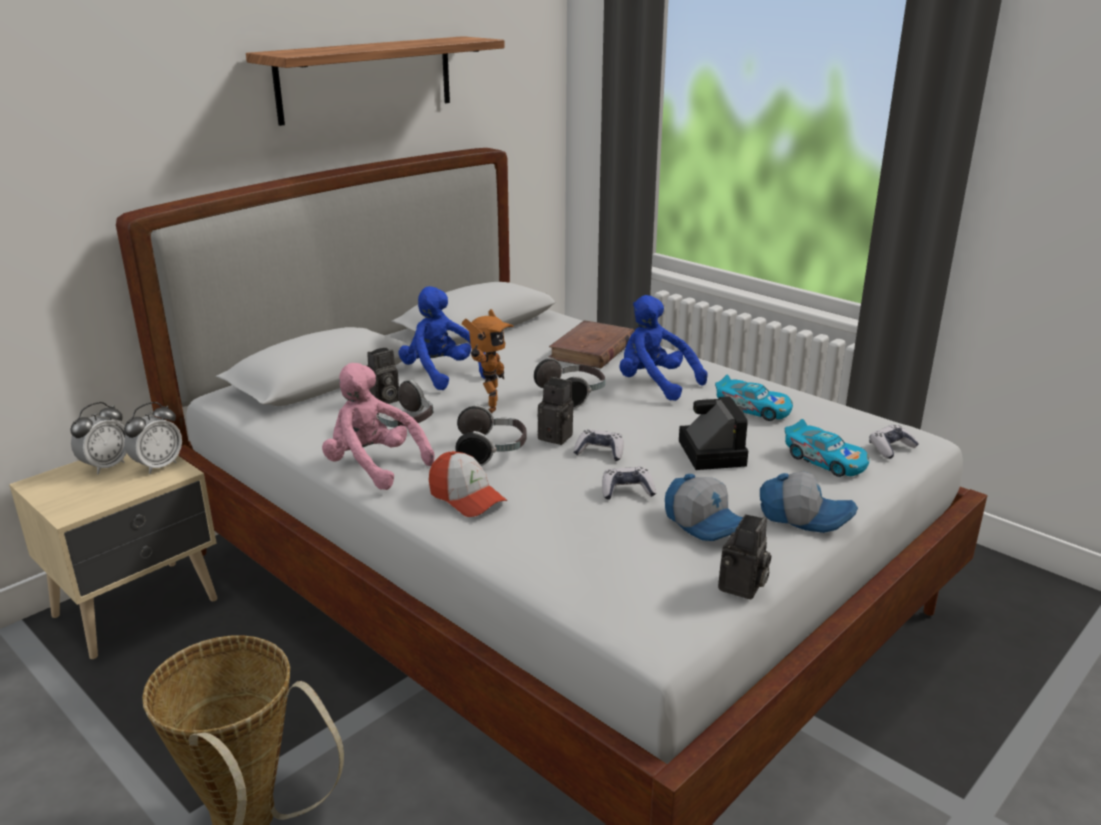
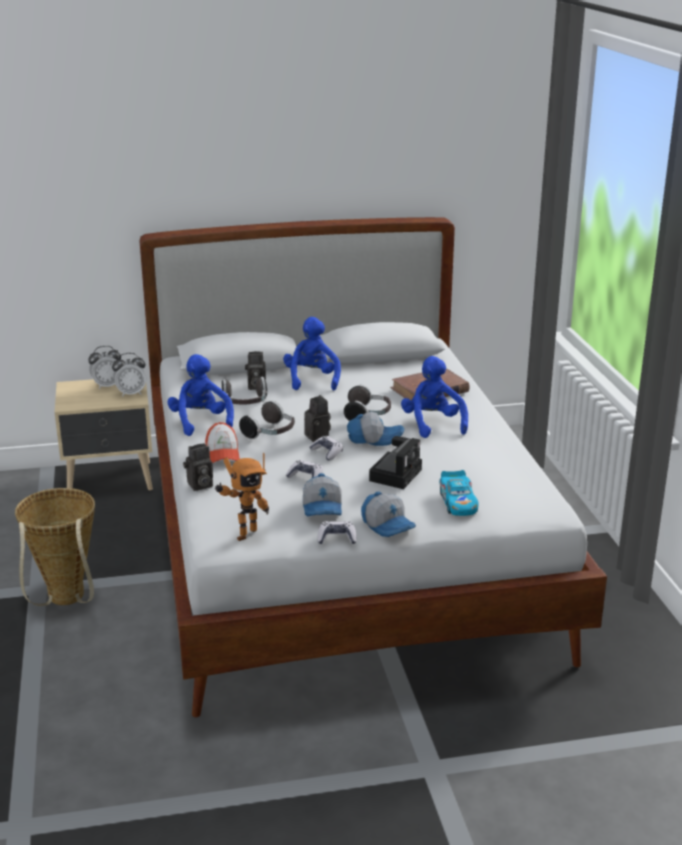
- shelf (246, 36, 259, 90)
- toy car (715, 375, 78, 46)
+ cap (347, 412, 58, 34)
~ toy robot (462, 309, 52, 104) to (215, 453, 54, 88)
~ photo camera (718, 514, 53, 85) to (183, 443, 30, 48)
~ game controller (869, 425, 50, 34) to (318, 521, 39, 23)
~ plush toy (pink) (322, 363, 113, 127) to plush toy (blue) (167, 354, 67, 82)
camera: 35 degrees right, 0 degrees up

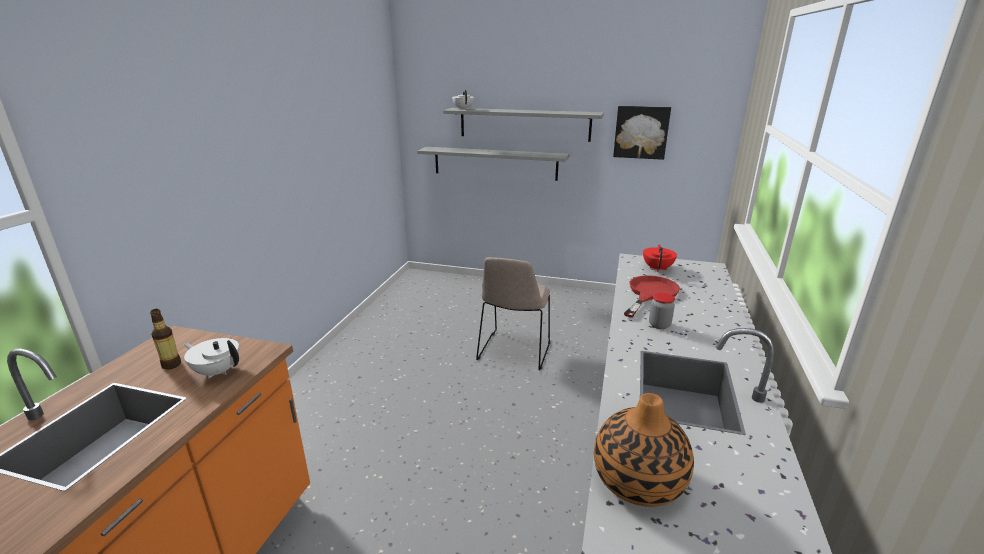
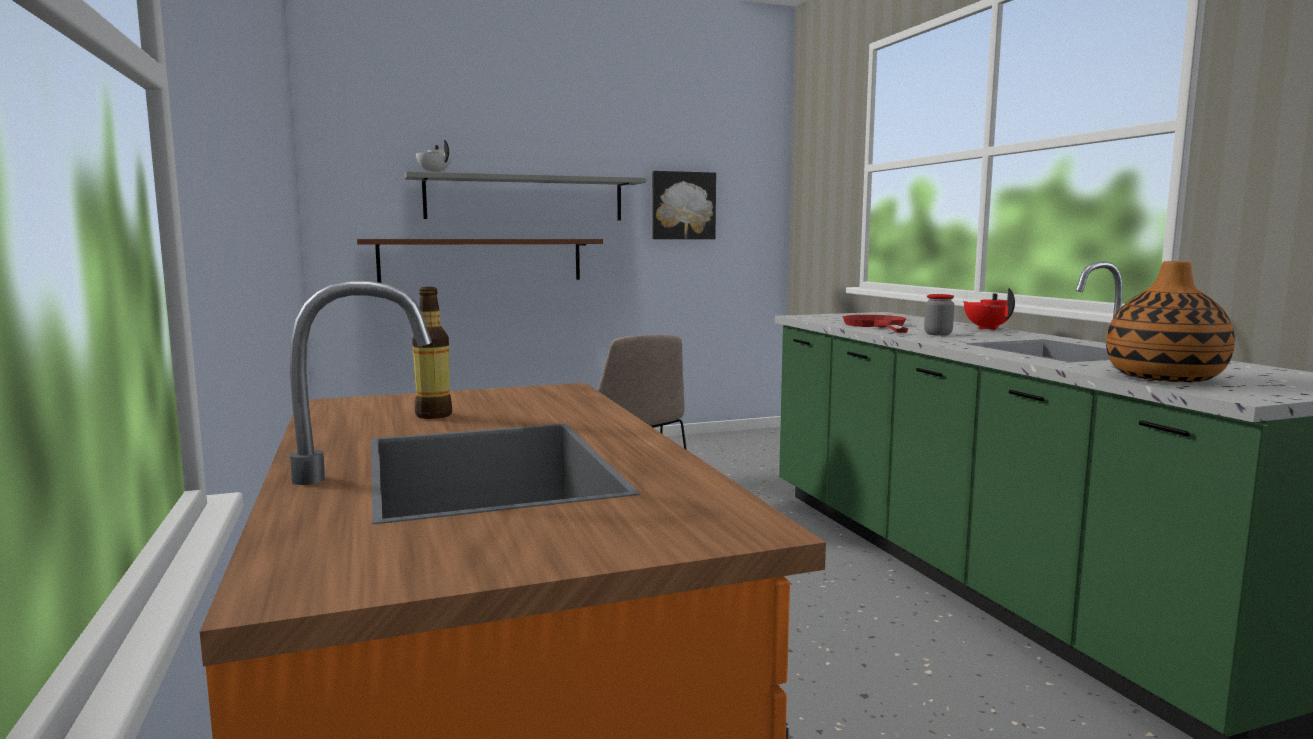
- teapot (white) (184, 338, 55, 40)
~ teapot (red) (643, 245, 34, 27) to (963, 288, 52, 42)
~ shelf (grey) (417, 147, 152, 34) to shelf (brown) (357, 239, 246, 44)
camera: 35 degrees left, 15 degrees down

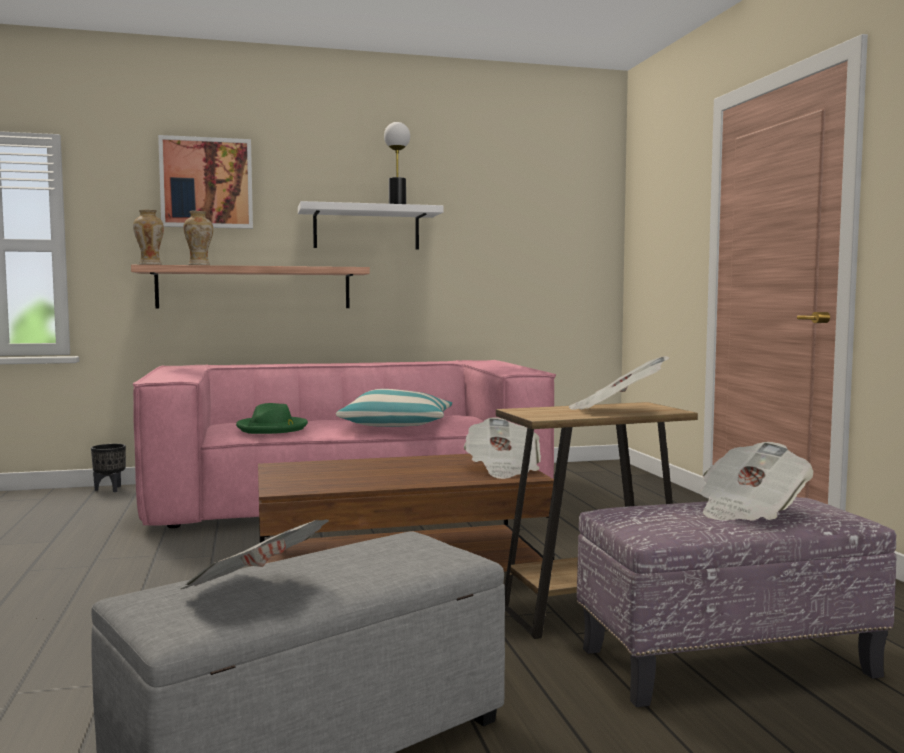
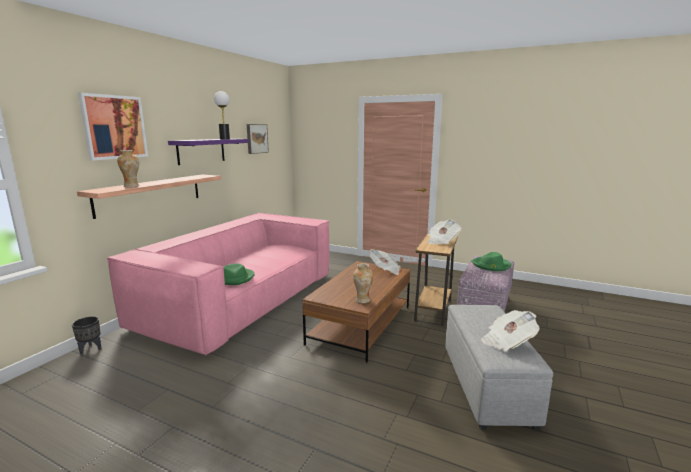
- pillow (336, 389, 116, 38)
+ picture (247, 124, 22, 30)
~ vase (133, 210, 31, 55) to (353, 263, 20, 40)
~ newspaper (700, 442, 114, 79) to hat (green) (471, 252, 40, 19)
~ shelf (white) (298, 201, 146, 49) to shelf (purple) (168, 139, 80, 26)
camera: 50 degrees left, 10 degrees up

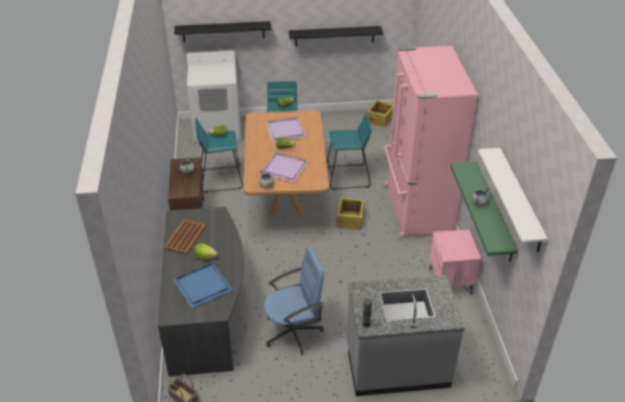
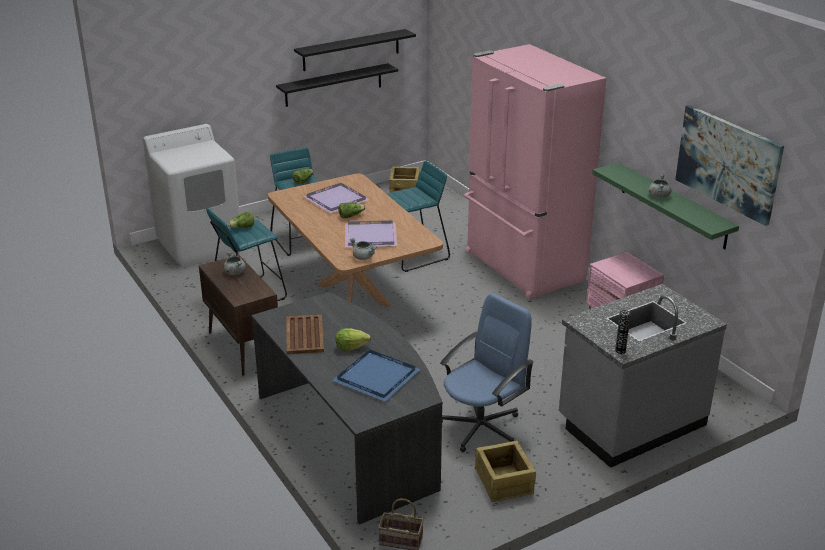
~ shelf (black) (174, 21, 97, 21) to (294, 29, 122, 42)
~ crate (336, 197, 29, 33) to (475, 440, 61, 62)
~ shelf (white) (478, 148, 70, 104) to picture (675, 105, 109, 121)
camera: 25 degrees left, 10 degrees down

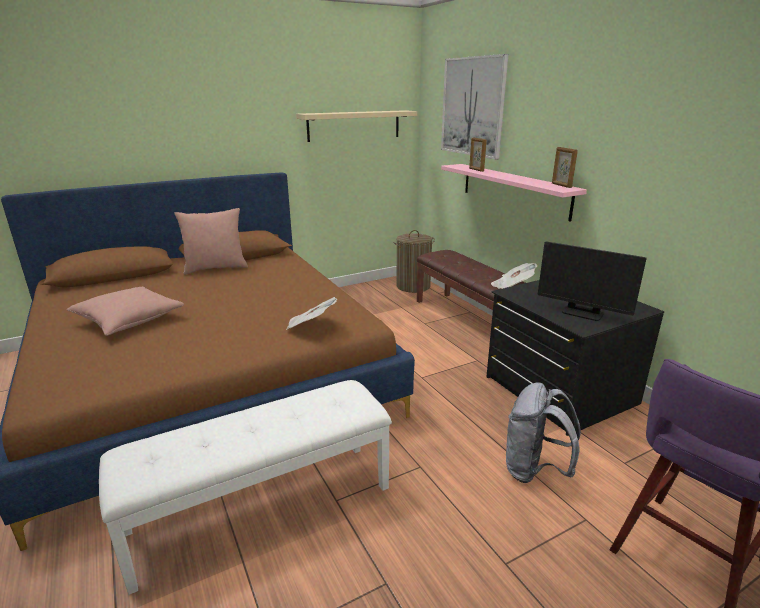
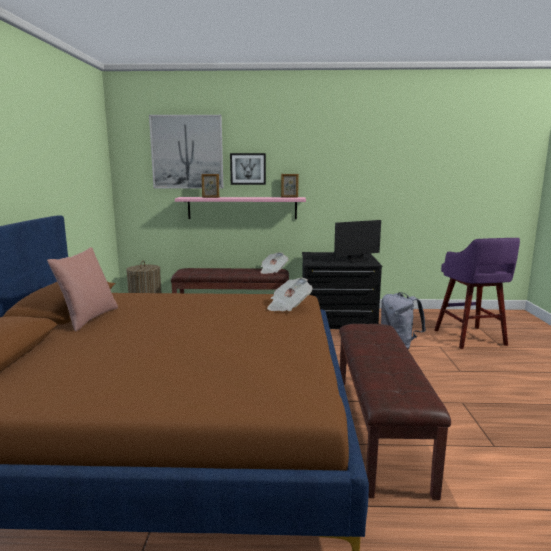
- pillow (pink) (67, 287, 117, 49)
- shelf (beige) (296, 110, 121, 32)
+ picture (230, 153, 36, 32)
~ bench (white) (99, 380, 293, 215) to bench (brown) (339, 324, 112, 176)
camera: 60 degrees left, 10 degrees down

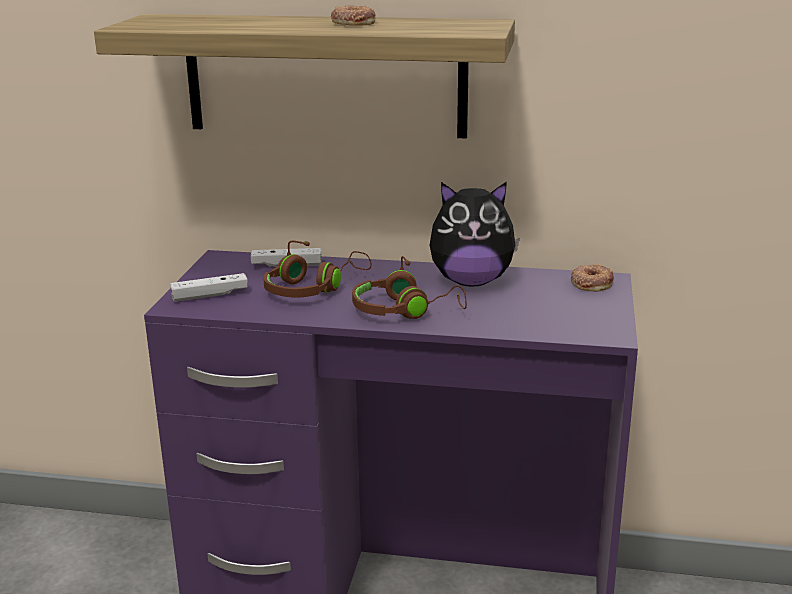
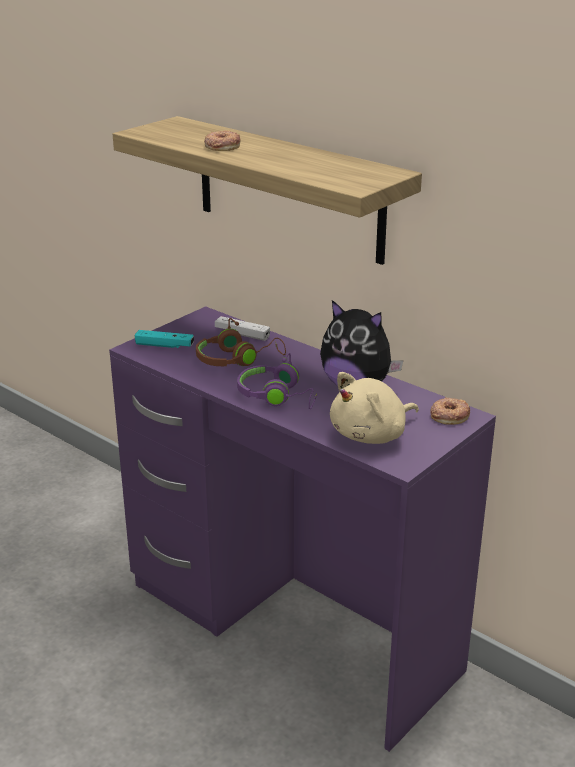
+ plush toy (beige) (330, 372, 89, 72)
~ donut (331, 5, 44, 21) to (204, 130, 37, 21)
~ game controller (white) (170, 273, 78, 29) to game controller (turquoise) (135, 330, 59, 18)
~ headphones (brown) (352, 256, 115, 63) to headphones (purple) (237, 353, 80, 56)
camera: 30 degrees right, 5 degrees up

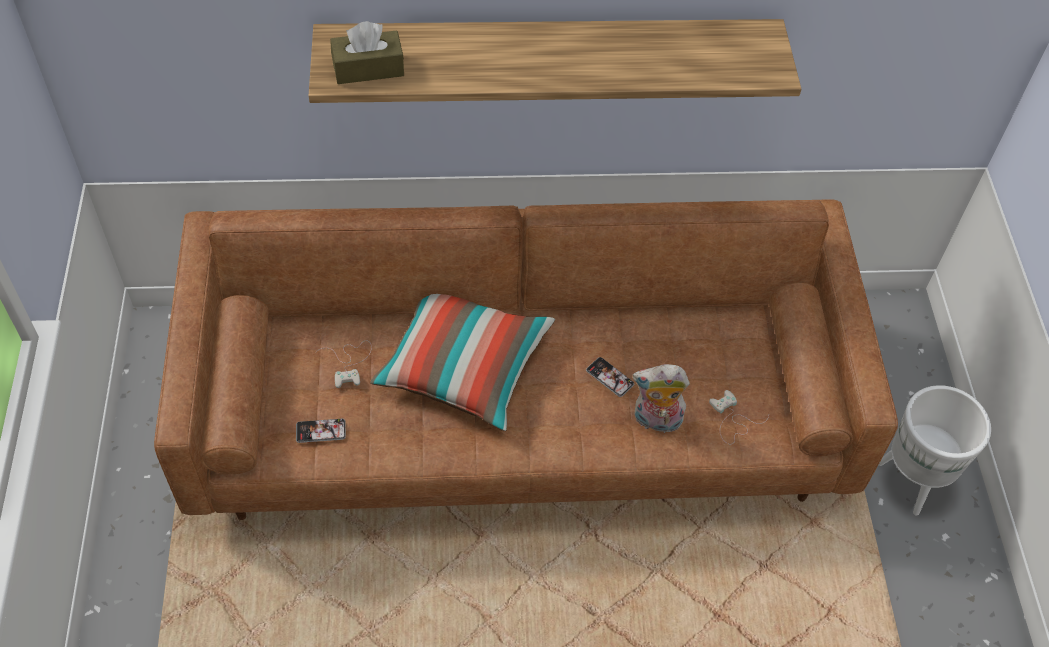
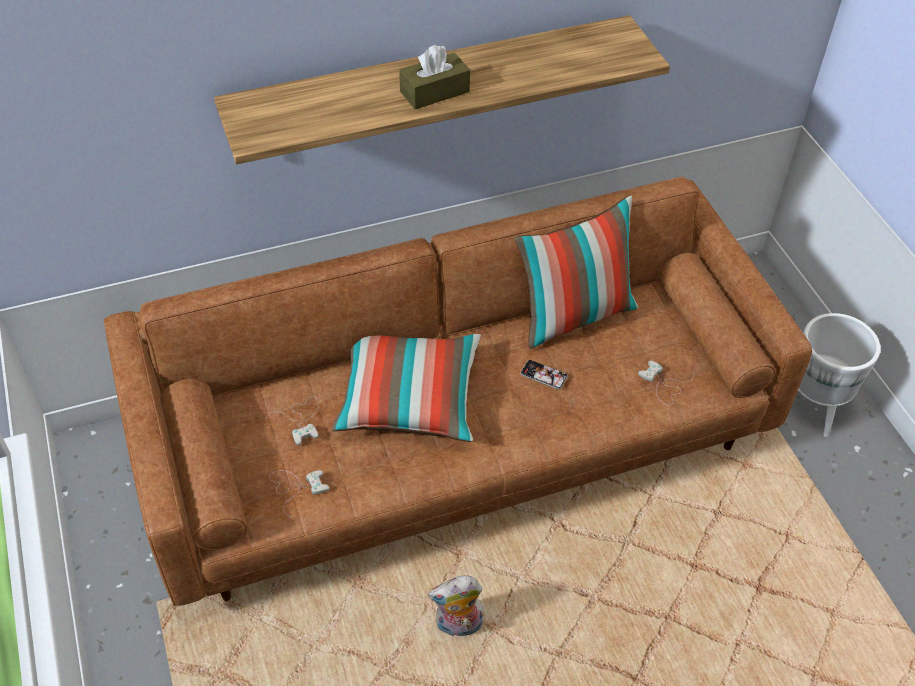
+ pillow (515, 195, 123, 154)
~ tissue box (brown) (330, 21, 74, 63) to (399, 45, 71, 64)
~ plush toy (633, 364, 57, 69) to (428, 575, 56, 61)
~ phone (296, 419, 50, 24) to game controller (white) (269, 470, 60, 48)
camera: 15 degrees left, 5 degrees down

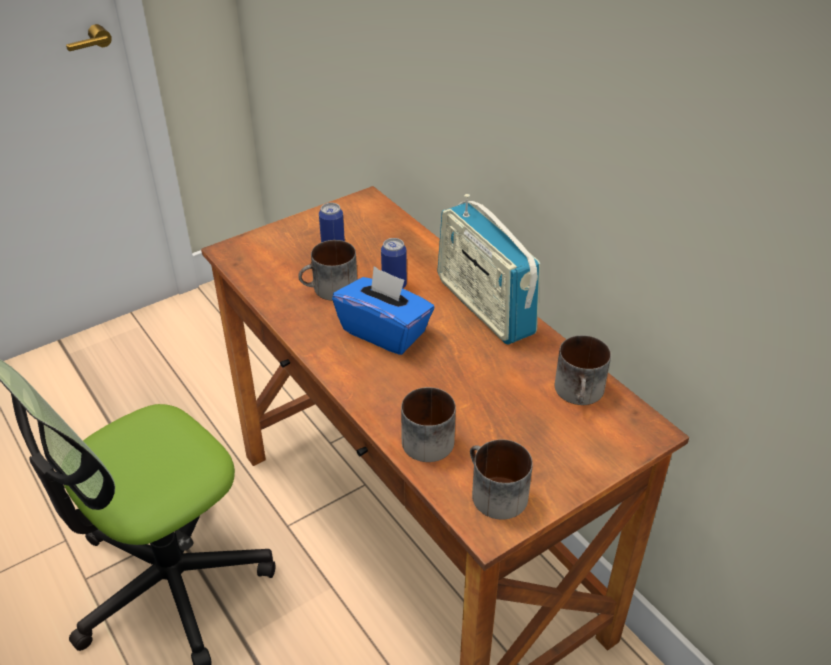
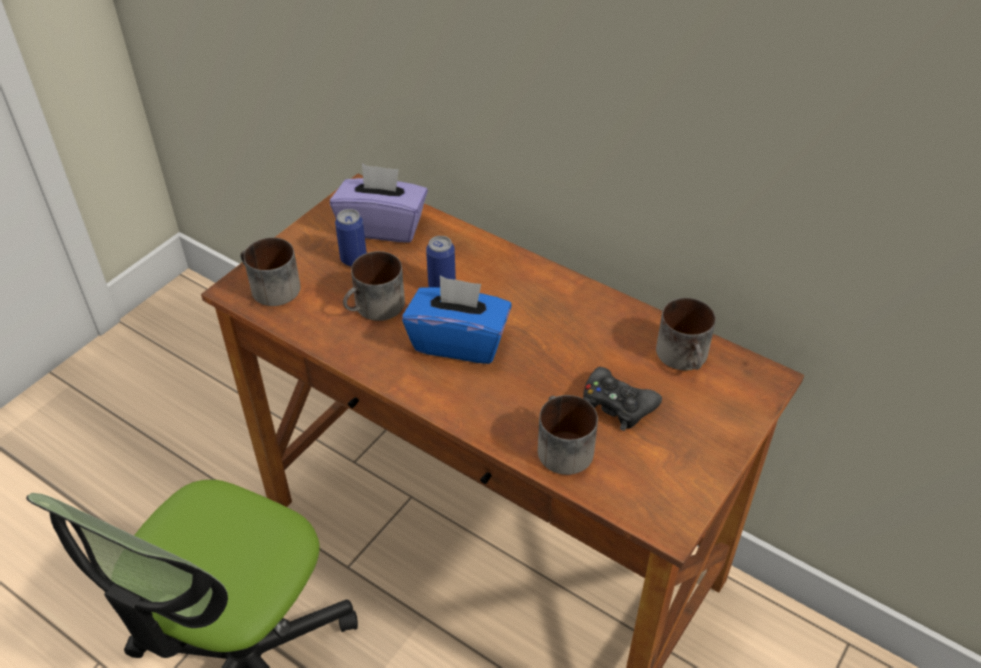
- radio (437, 194, 103, 151)
+ tissue box (purple) (330, 164, 98, 79)
+ game controller (black) (583, 367, 79, 64)
~ mug (470, 439, 63, 81) to (240, 238, 60, 68)
camera: 20 degrees left, 5 degrees up

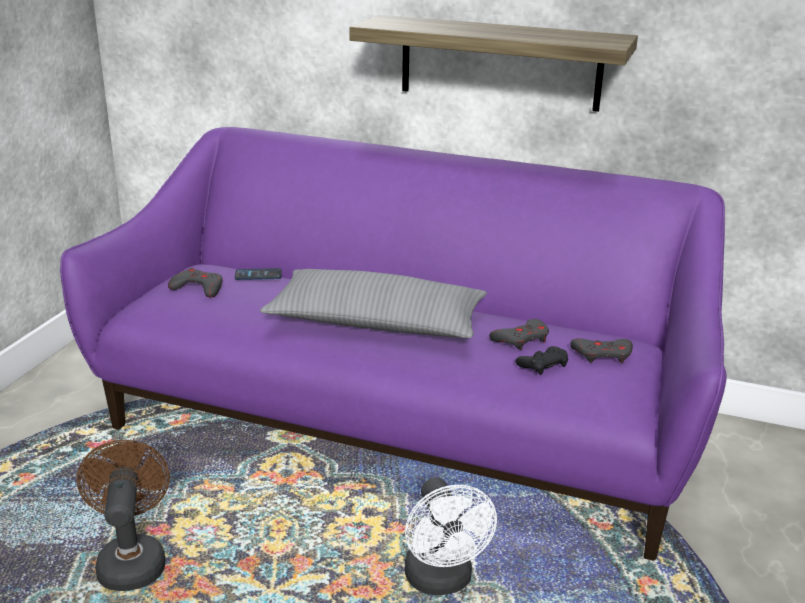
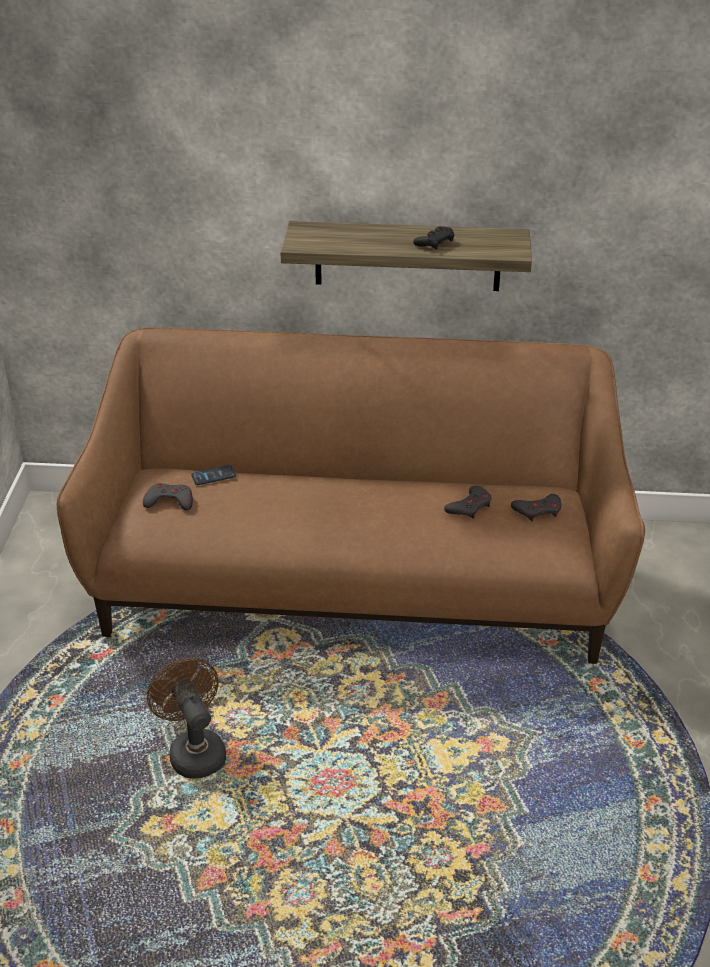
- pillow (grey) (260, 269, 227, 69)
- fan (white) (405, 478, 92, 117)
~ game controller (black) (516, 346, 52, 29) to (413, 226, 41, 24)
~ sofa (purple) (60, 127, 667, 433) to sofa (brown) (57, 328, 588, 336)
camera: 15 degrees left, 10 degrees up

